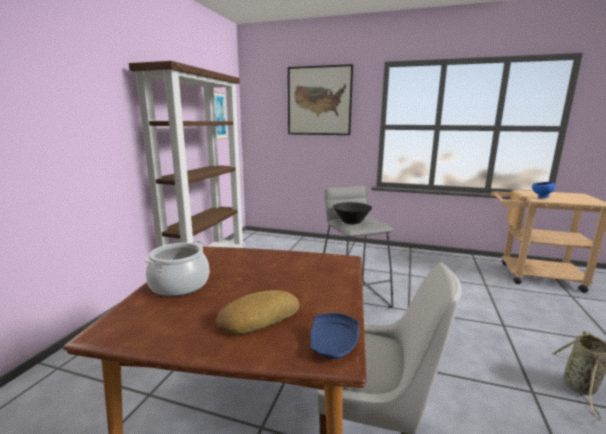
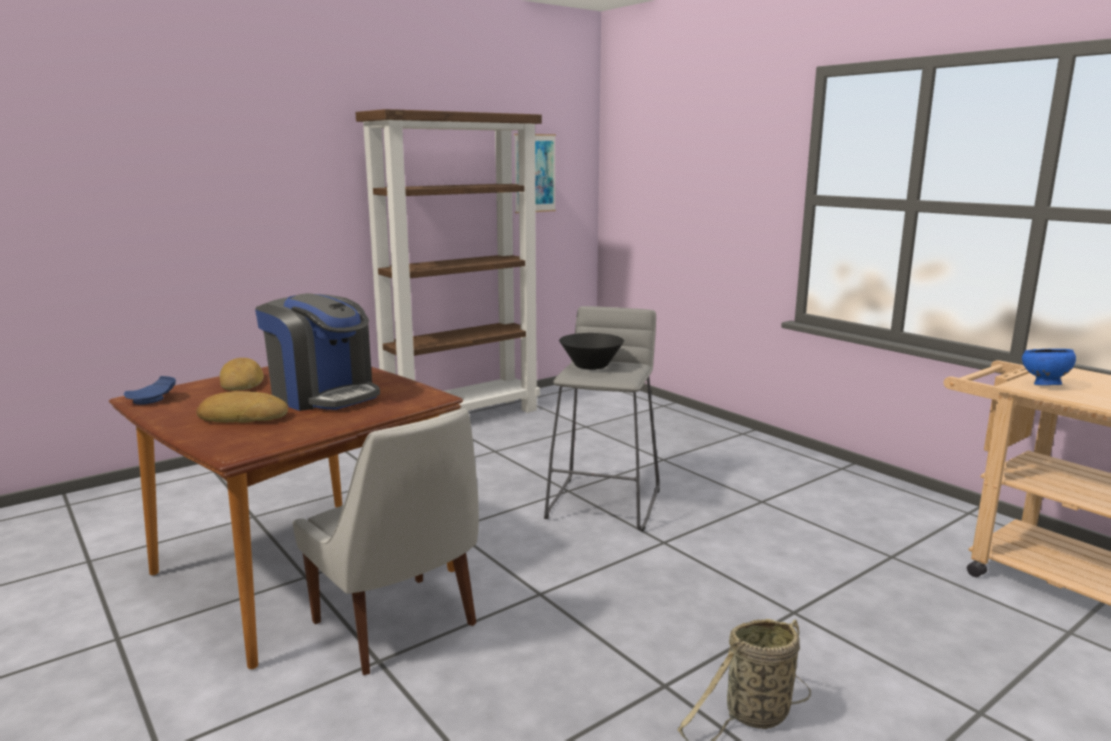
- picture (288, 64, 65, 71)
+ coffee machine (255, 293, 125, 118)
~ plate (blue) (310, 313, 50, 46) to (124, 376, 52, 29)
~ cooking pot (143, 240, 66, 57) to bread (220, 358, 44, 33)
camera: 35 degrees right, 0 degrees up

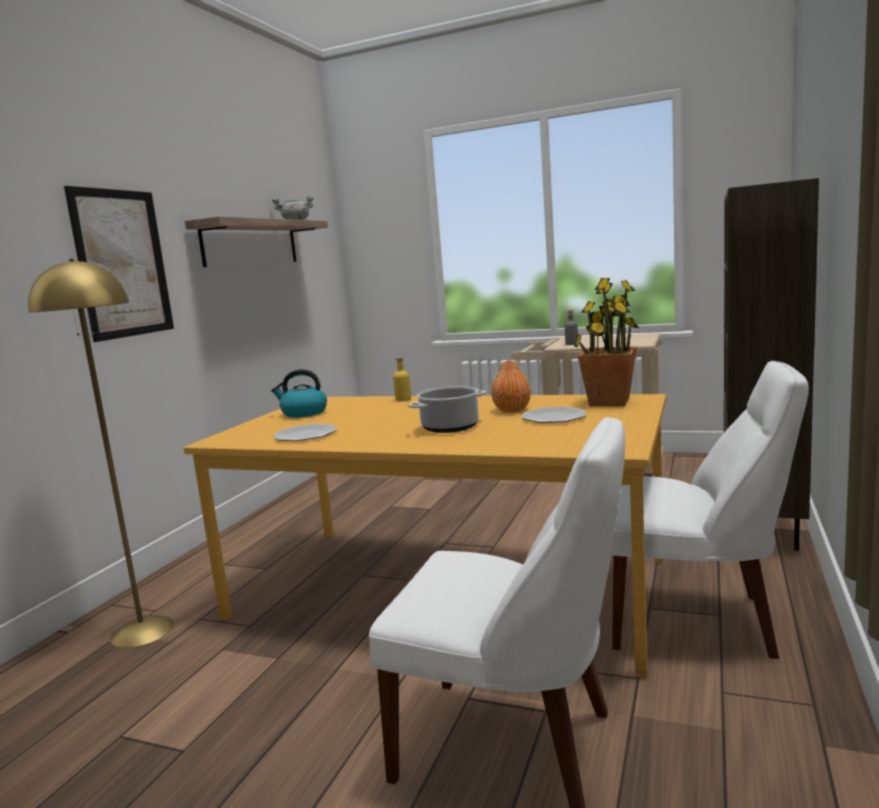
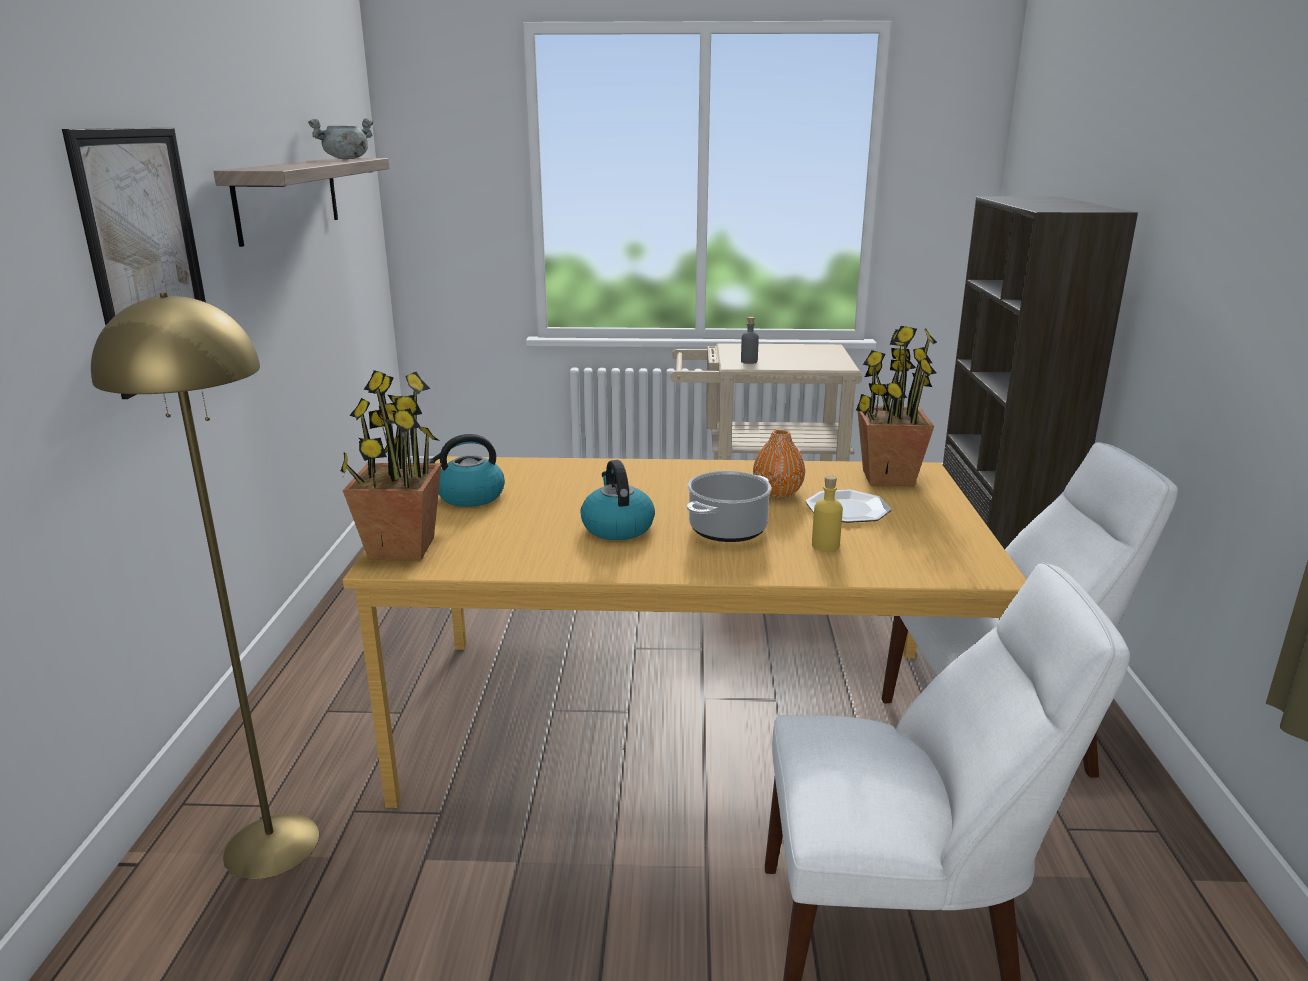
- plate (273, 424, 64, 17)
+ potted plant (341, 370, 101, 190)
+ kettle (581, 460, 74, 80)
~ bottle (yellow) (393, 357, 18, 45) to (812, 475, 31, 77)
camera: 20 degrees left, 10 degrees up

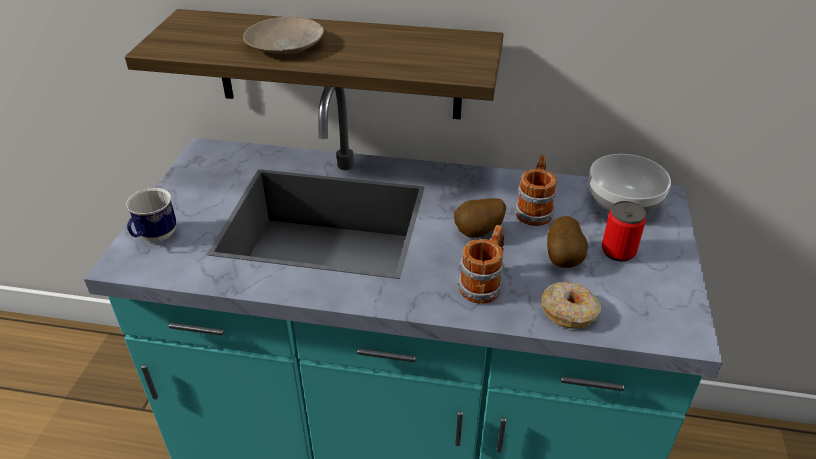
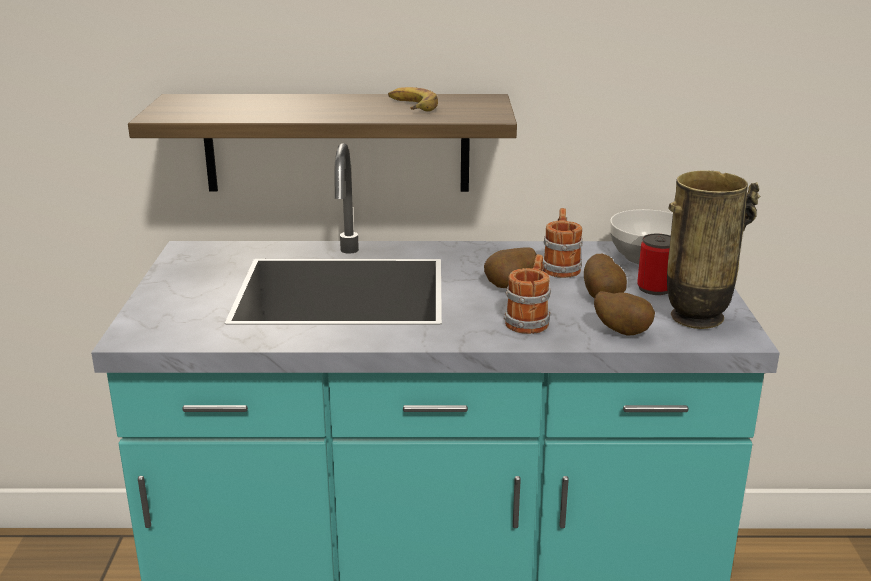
- mug (126, 188, 50, 54)
- plate (beige) (243, 17, 81, 37)
+ banana (388, 87, 50, 25)
+ vase (667, 170, 93, 159)
~ donut (541, 282, 60, 47) to potato (594, 291, 61, 45)
camera: 10 degrees left, 15 degrees down

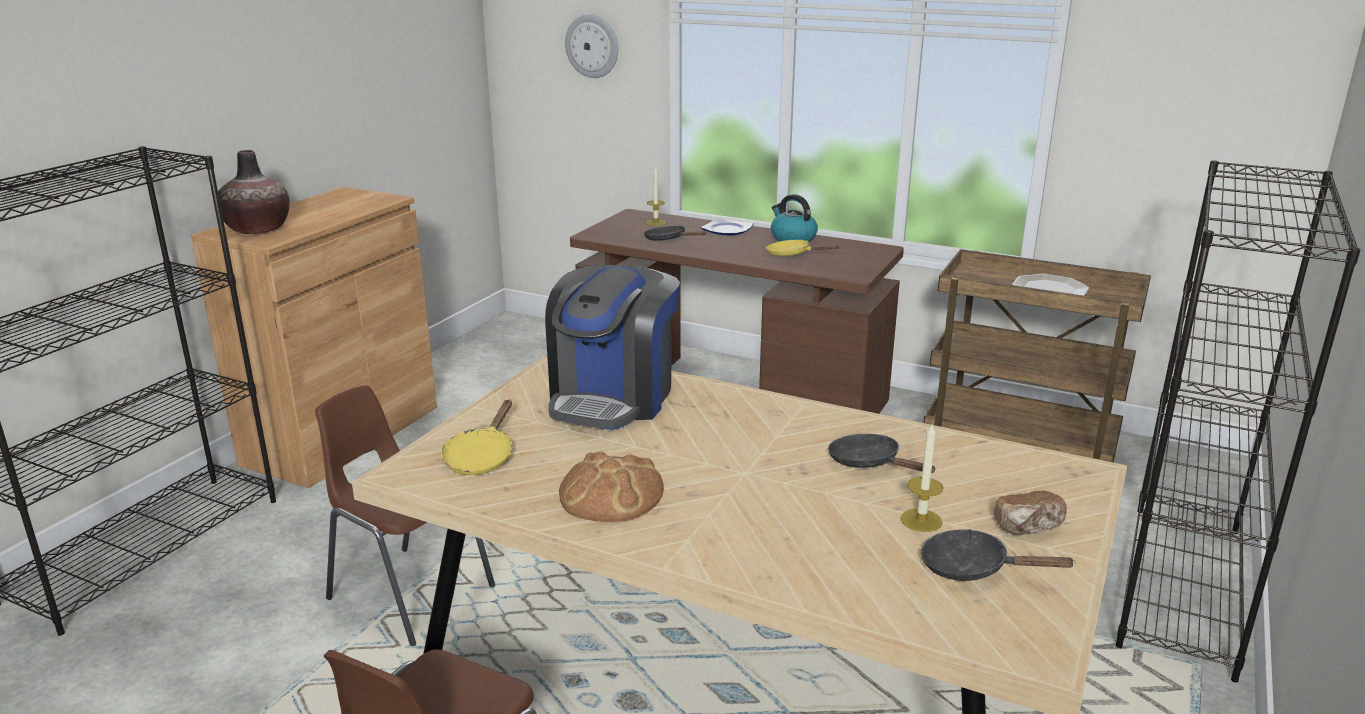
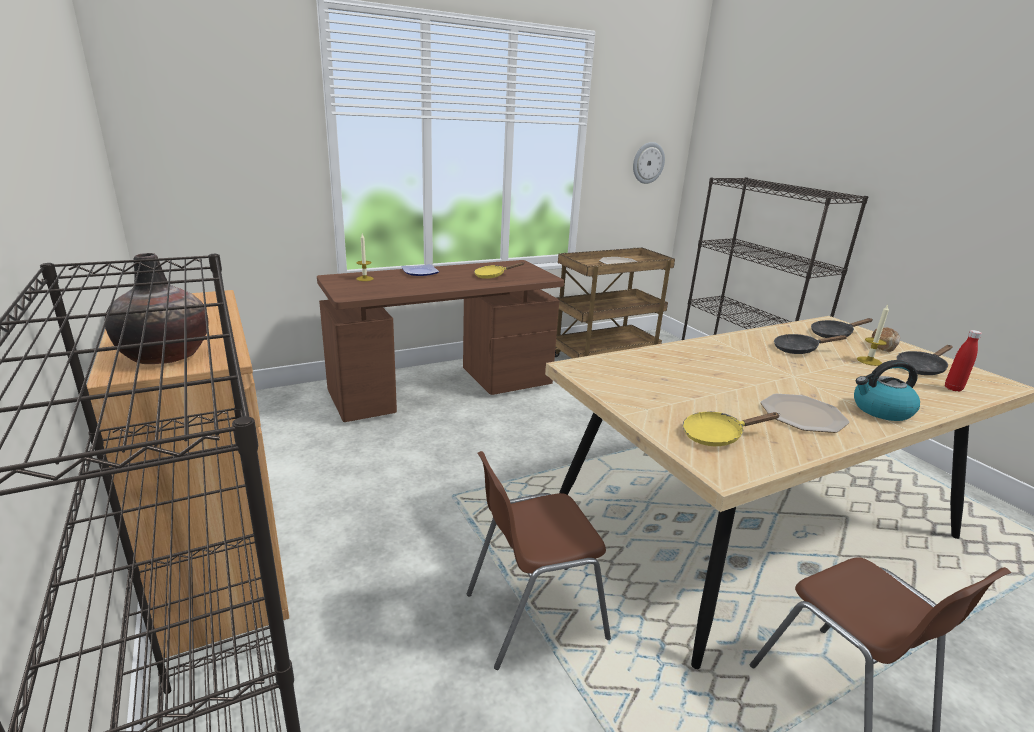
- coffee machine (545, 265, 135, 165)
+ bottle (red) (945, 330, 37, 62)
~ wall clock (565, 15, 53, 63) to (633, 142, 32, 42)
~ frying pan (black) (644, 226, 62, 15) to (811, 318, 62, 20)
~ kettle (771, 194, 47, 48) to (854, 360, 66, 61)
~ bread (559, 451, 105, 71) to plate (761, 394, 89, 39)
~ frying pan (yellow) (441, 399, 71, 76) = (683, 412, 96, 34) 120 degrees clockwise
camera: 55 degrees left, 0 degrees up

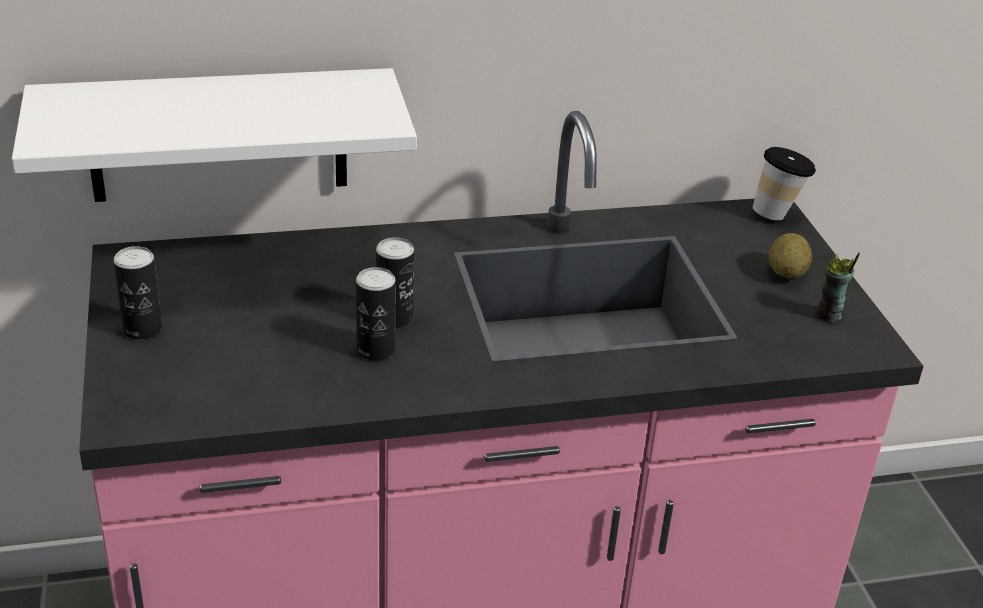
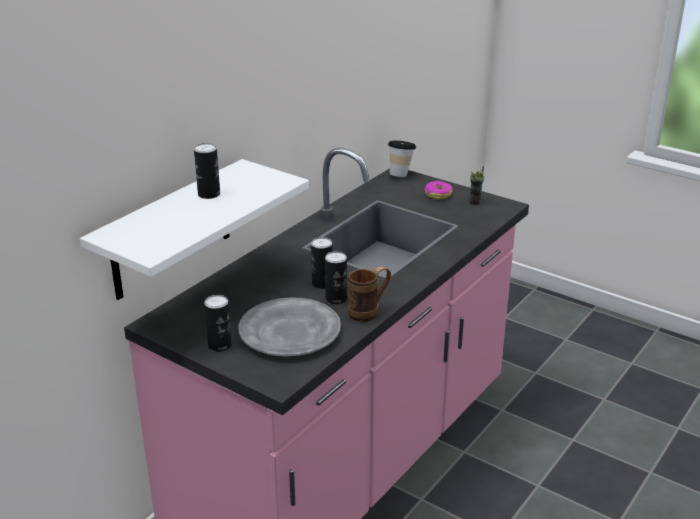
+ can (194, 143, 26, 56)
+ plate (grey) (238, 298, 103, 58)
+ mug (brown) (348, 266, 43, 56)
~ potato (769, 233, 43, 46) to donut (424, 181, 29, 18)
camera: 40 degrees left, 5 degrees down

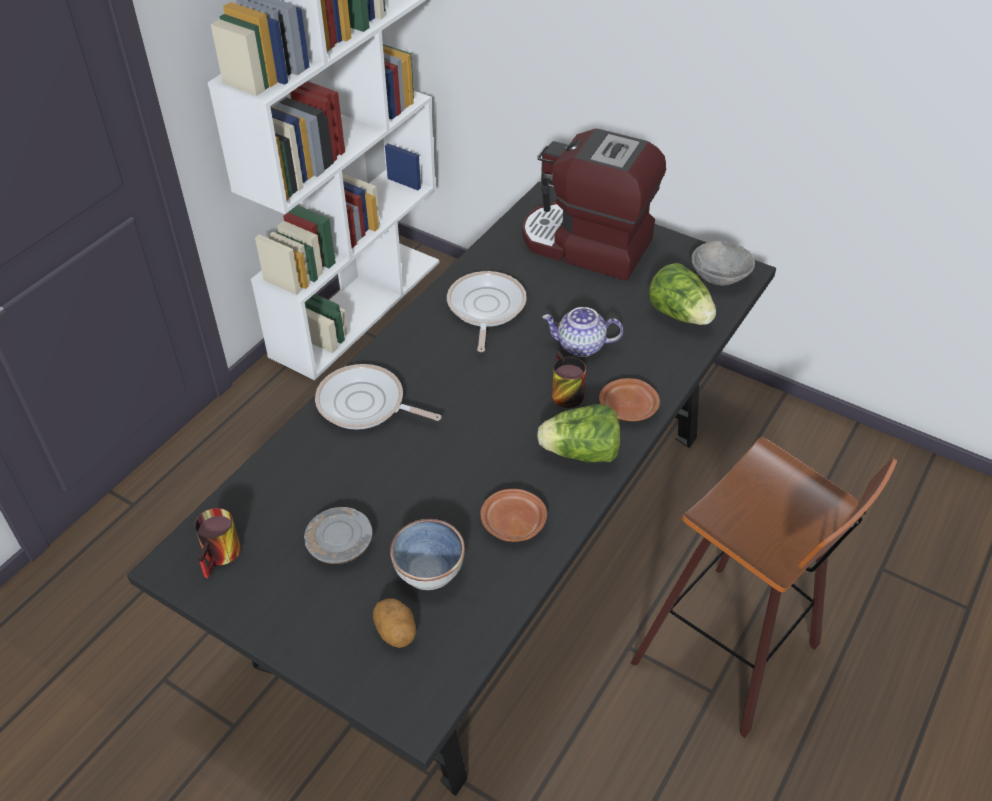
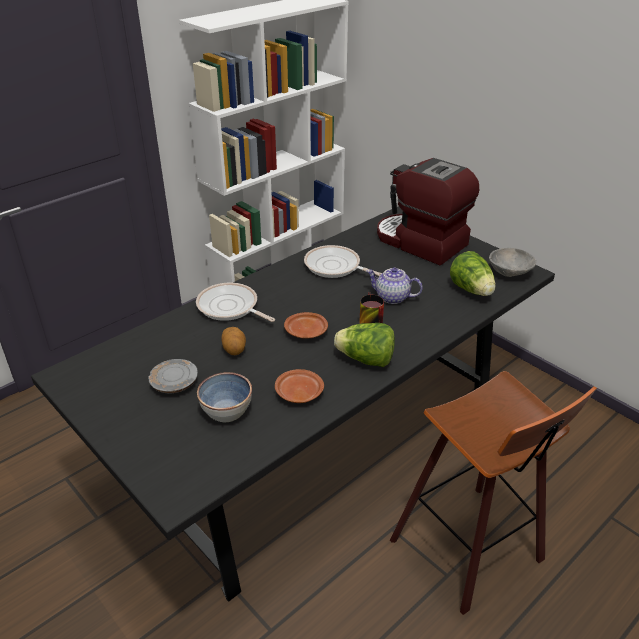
- mug (195, 508, 46, 70)
~ potato (373, 598, 43, 50) to (221, 327, 25, 28)
~ plate (brown) (599, 378, 61, 43) to (284, 312, 44, 27)
~ frying pan (447, 271, 80, 81) = (304, 245, 78, 33) 75 degrees counterclockwise
camera: 15 degrees right, 10 degrees down

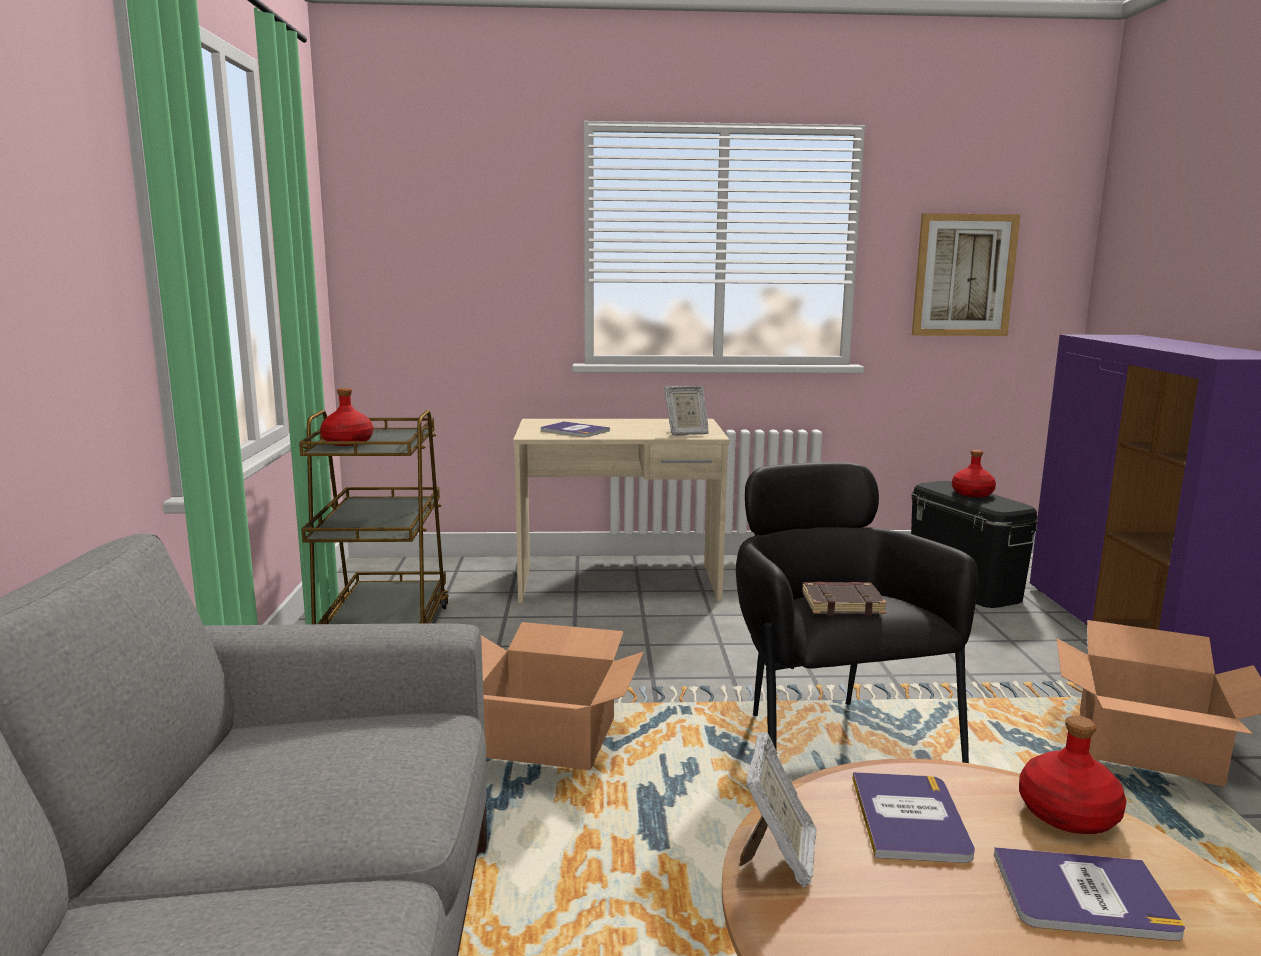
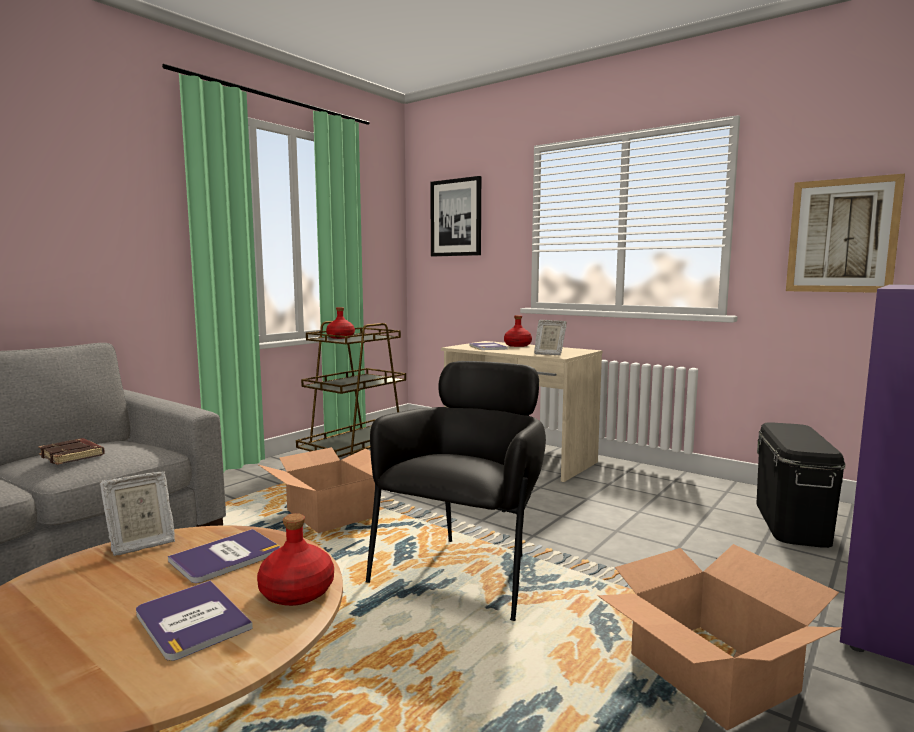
+ picture (430, 176, 51, 80)
~ book (brown) (802, 582, 85, 33) to (38, 438, 67, 27)
~ bottle (red) (952, 450, 44, 47) to (504, 315, 28, 32)
camera: 40 degrees right, 5 degrees down

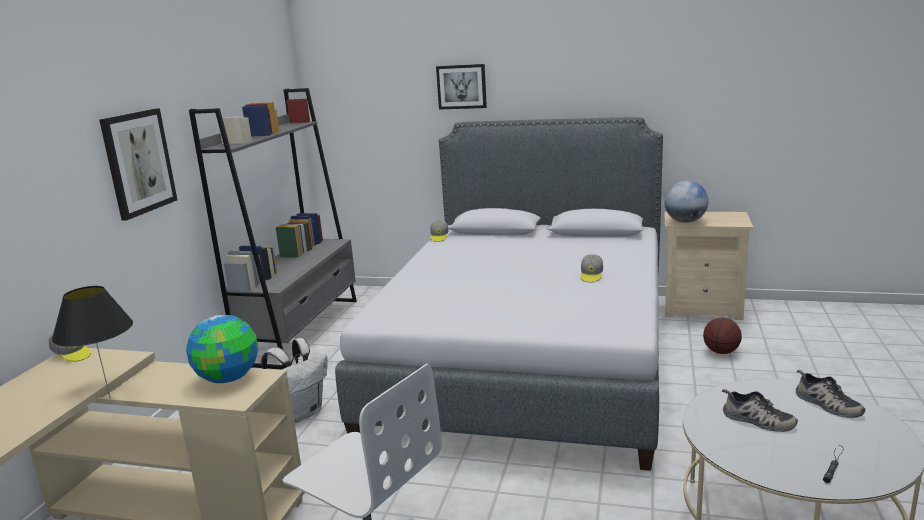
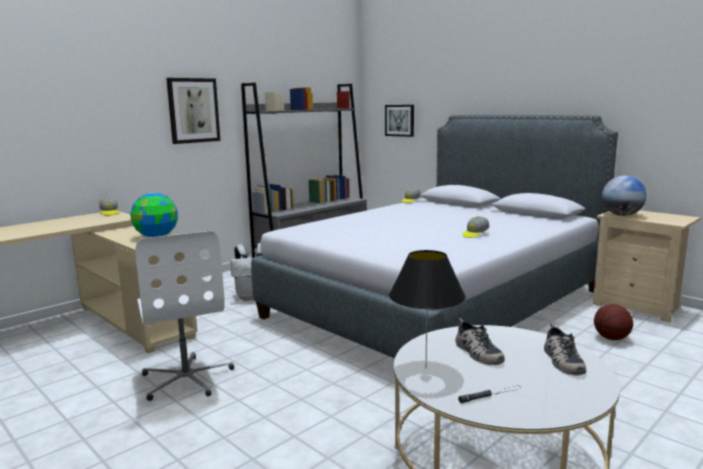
~ table lamp (black) (52, 286, 81, 113) to (389, 250, 77, 118)
~ picture (436, 64, 51, 46) to (385, 105, 29, 32)
camera: 30 degrees right, 5 degrees down

